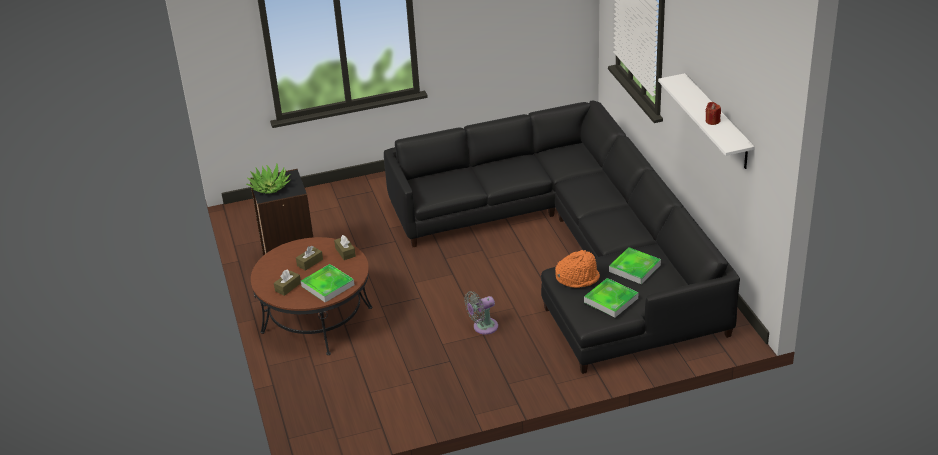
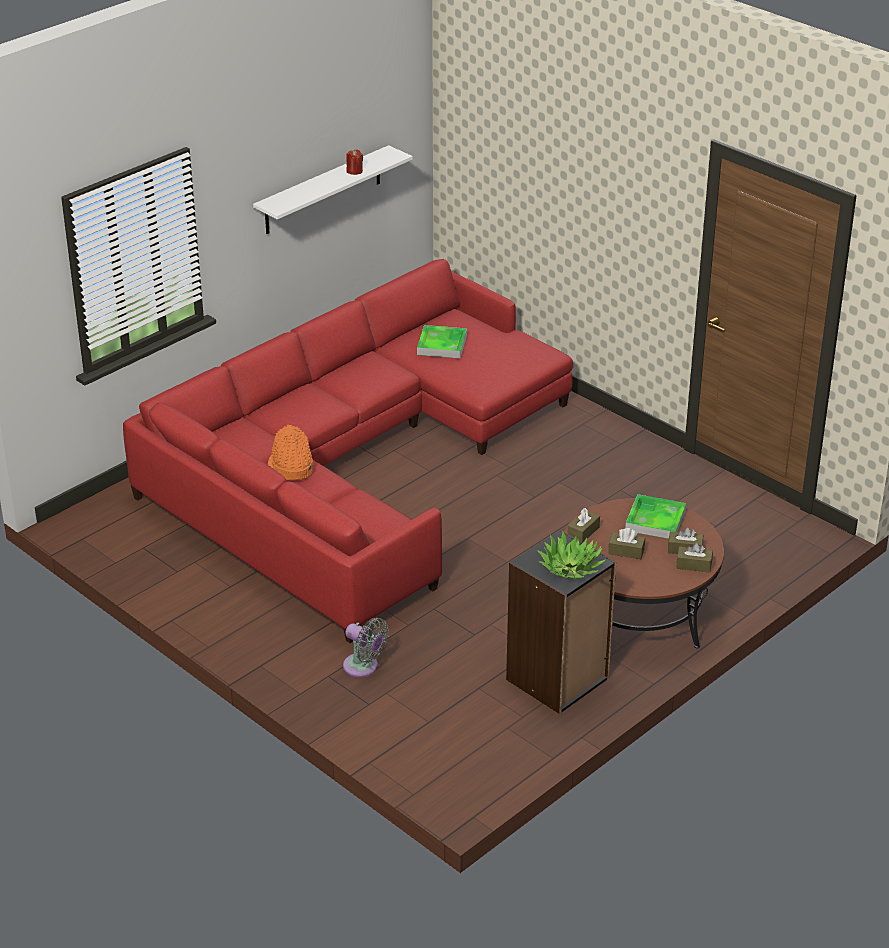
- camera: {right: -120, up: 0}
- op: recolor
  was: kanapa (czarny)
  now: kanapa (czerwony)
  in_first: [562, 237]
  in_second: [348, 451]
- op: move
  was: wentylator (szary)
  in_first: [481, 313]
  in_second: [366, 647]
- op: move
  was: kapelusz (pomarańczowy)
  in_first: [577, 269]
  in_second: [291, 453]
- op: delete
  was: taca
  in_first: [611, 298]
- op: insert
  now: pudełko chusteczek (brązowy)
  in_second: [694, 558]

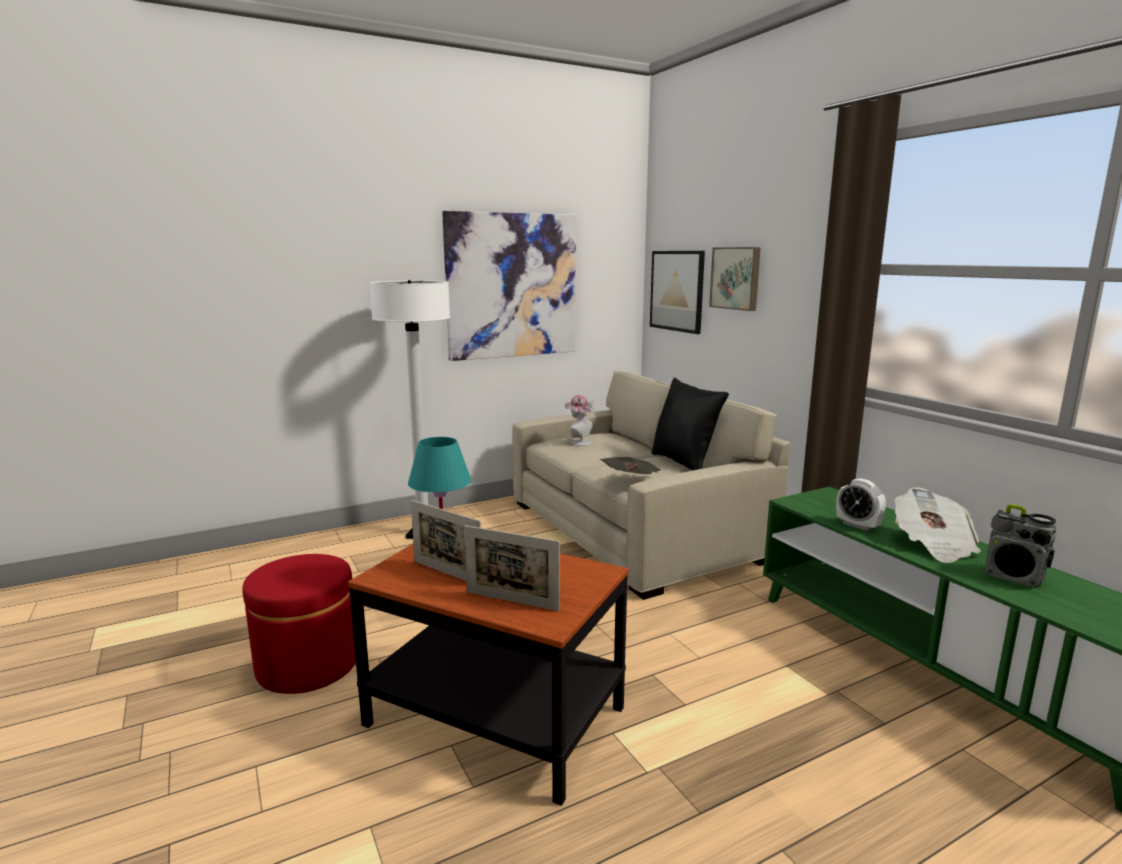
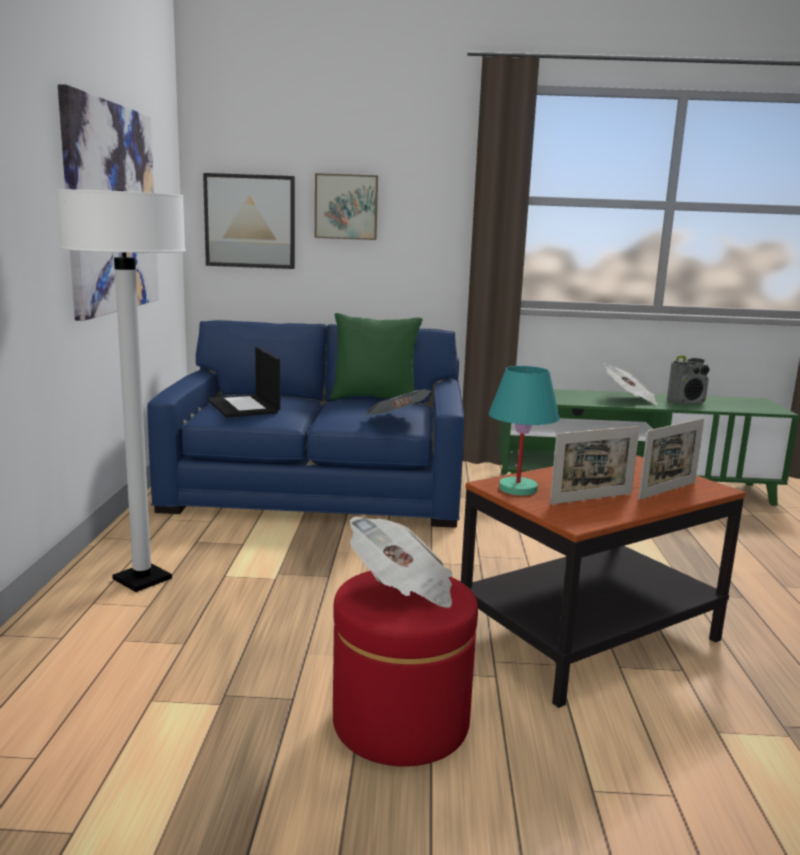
- camera: {right: -60, up: 0}
- op: recolor
  was: kanapa (beżowy)
  now: kanapa (niebieski)
  in_first: [651, 485]
  in_second: [305, 424]
- op: replace
  was: kapelusz
  now: laptop
  in_first: [579, 420]
  in_second: [243, 382]
- op: recolor
  was: poduszka (czarny)
  now: poduszka (zielony)
  in_first: [690, 424]
  in_second: [376, 358]
- op: delete
  was: budzik
  in_first: [861, 504]
- op: insert
  now: gazeta
  in_second: [401, 562]

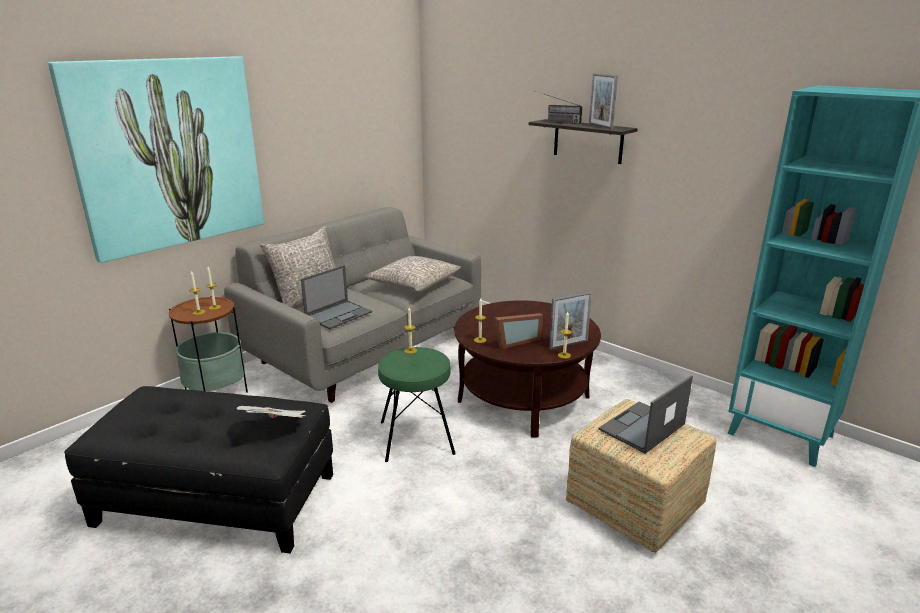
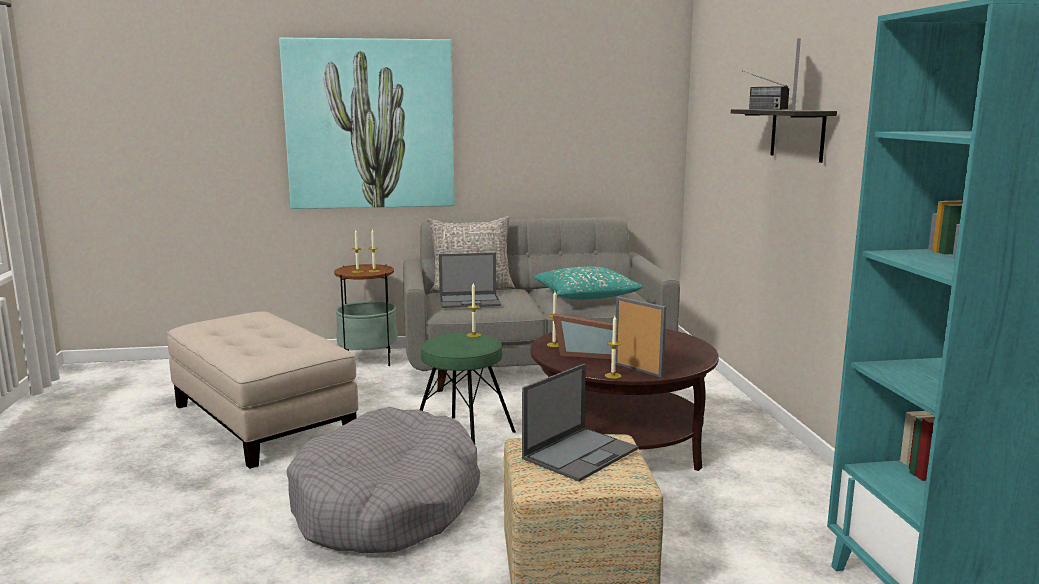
- camera: {right: 40, up: -10}
- op: recolor
  was: pufa (czarny)
  now: pufa (beżowy)
  in_first: [198, 469]
  in_second: [263, 390]
- op: delete
  was: gazeta
  in_first: [271, 412]
- op: recolor
  was: poduszka (szary)
  now: poduszka (turkusowy)
  in_first: [413, 274]
  in_second: [588, 283]
- op: rotate
  was: ramka na zdjęcie
  in_first: [570, 320]
  in_second: [641, 337]
  clockwise: -150
- op: rotate
  was: laptop
  in_first: [646, 414]
  in_second: [580, 423]
  clockwise: 135
- op: insert
  now: legowisko (szary)
  in_second: [383, 480]

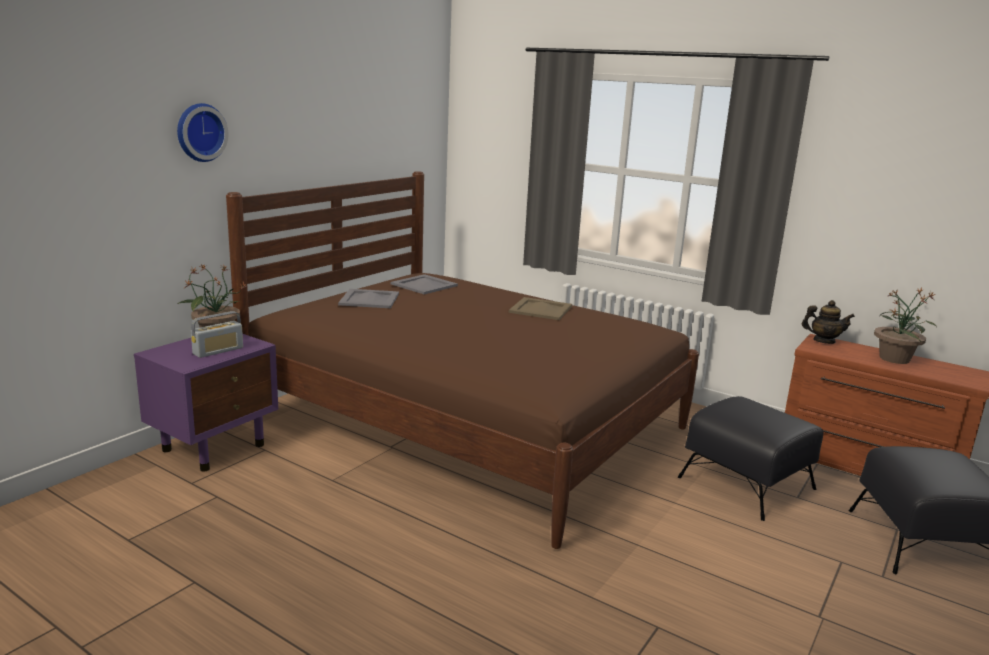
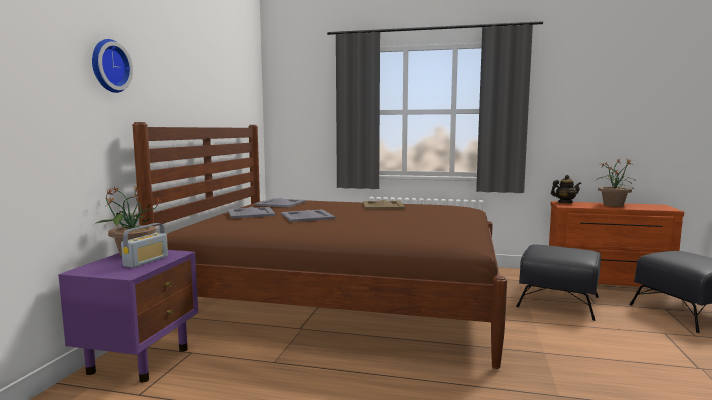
- camera: {right: -20, up: -10}
- op: insert
  now: taca (szary)
  in_second: [308, 216]

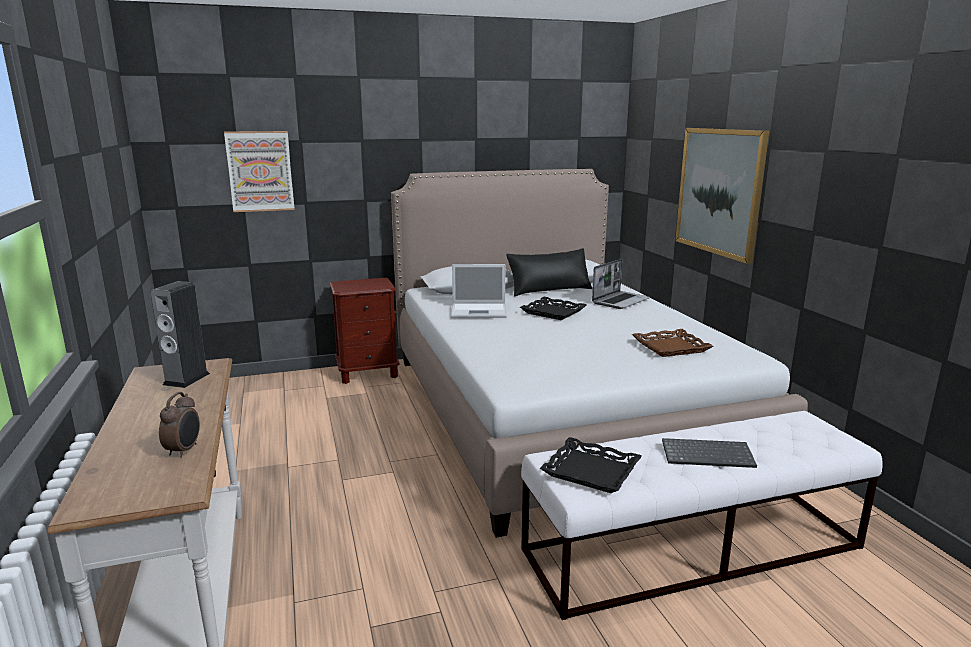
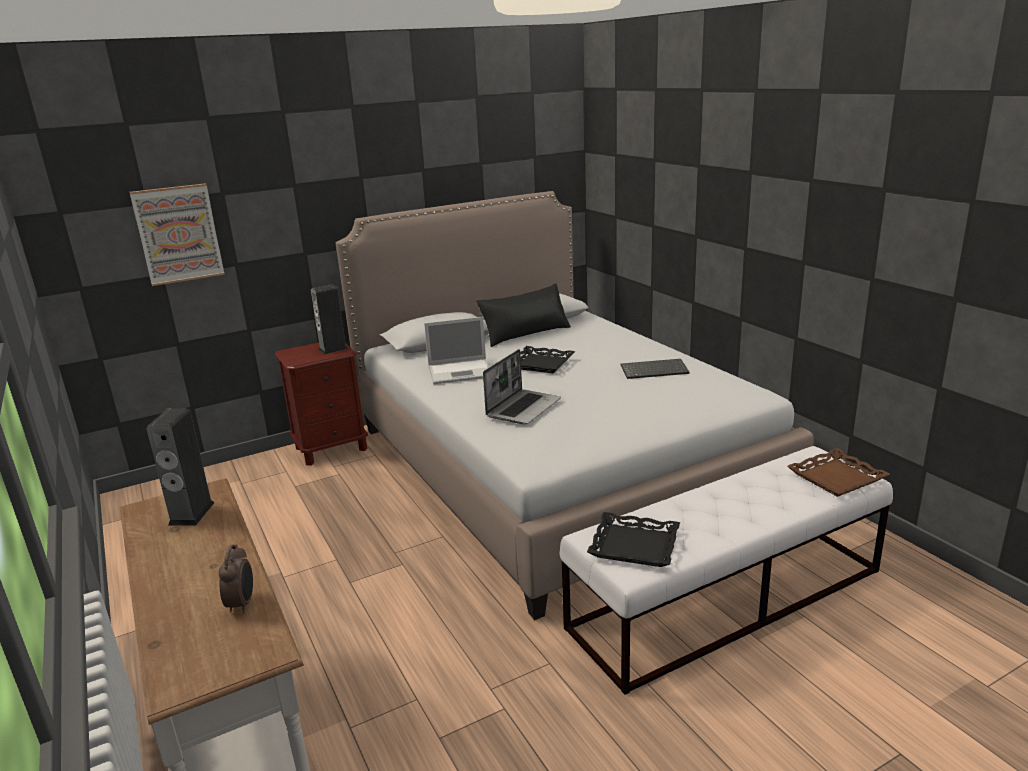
- camera: {right: -10, up: 5}
- op: move
  was: laptop
  in_first: [621, 284]
  in_second: [522, 386]
- op: move
  was: taca (brązowy)
  in_first: [672, 343]
  in_second: [838, 472]
- op: move
  was: klawiatura
  in_first: [709, 453]
  in_second: [655, 369]
- op: delete
  was: obraz
  in_first: [722, 196]
- op: insert
  now: głośnik
  in_second: [329, 319]

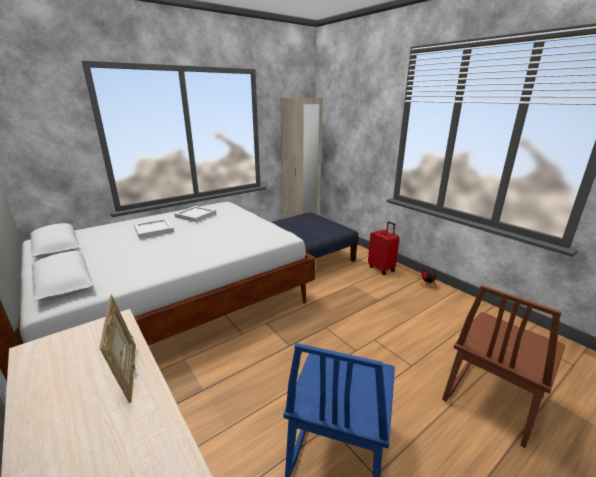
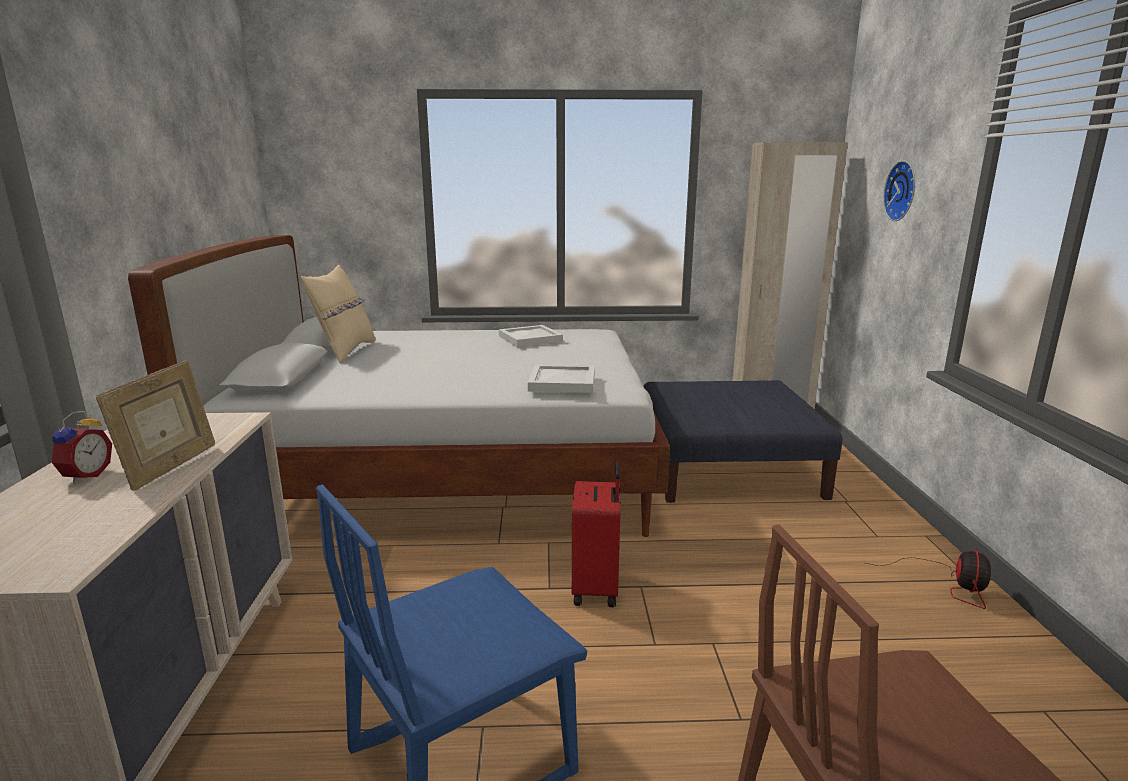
- camera: {right: 35, up: -5}
- op: move
  was: taca (biały)
  in_first: [154, 228]
  in_second: [561, 378]
- op: move
  was: walizka (czerwony)
  in_first: [384, 248]
  in_second: [596, 534]
- op: insert
  now: budzik
  in_second: [81, 447]
- op: insert
  now: poduszka (beżowy)
  in_second: [338, 314]
- op: insert
  now: zegar ścienny
  in_second: [899, 191]

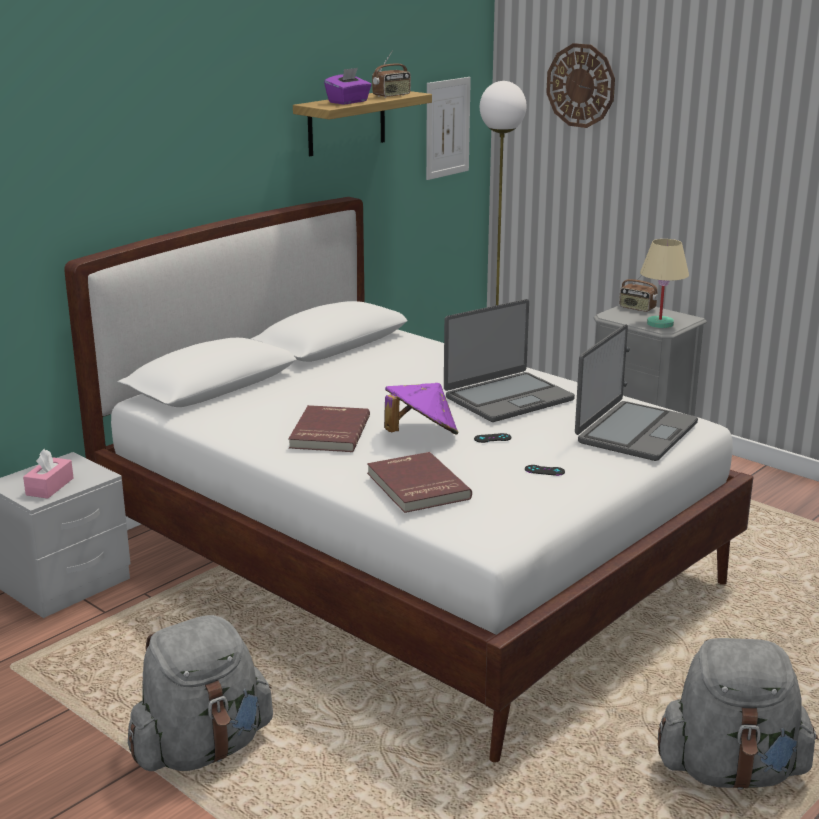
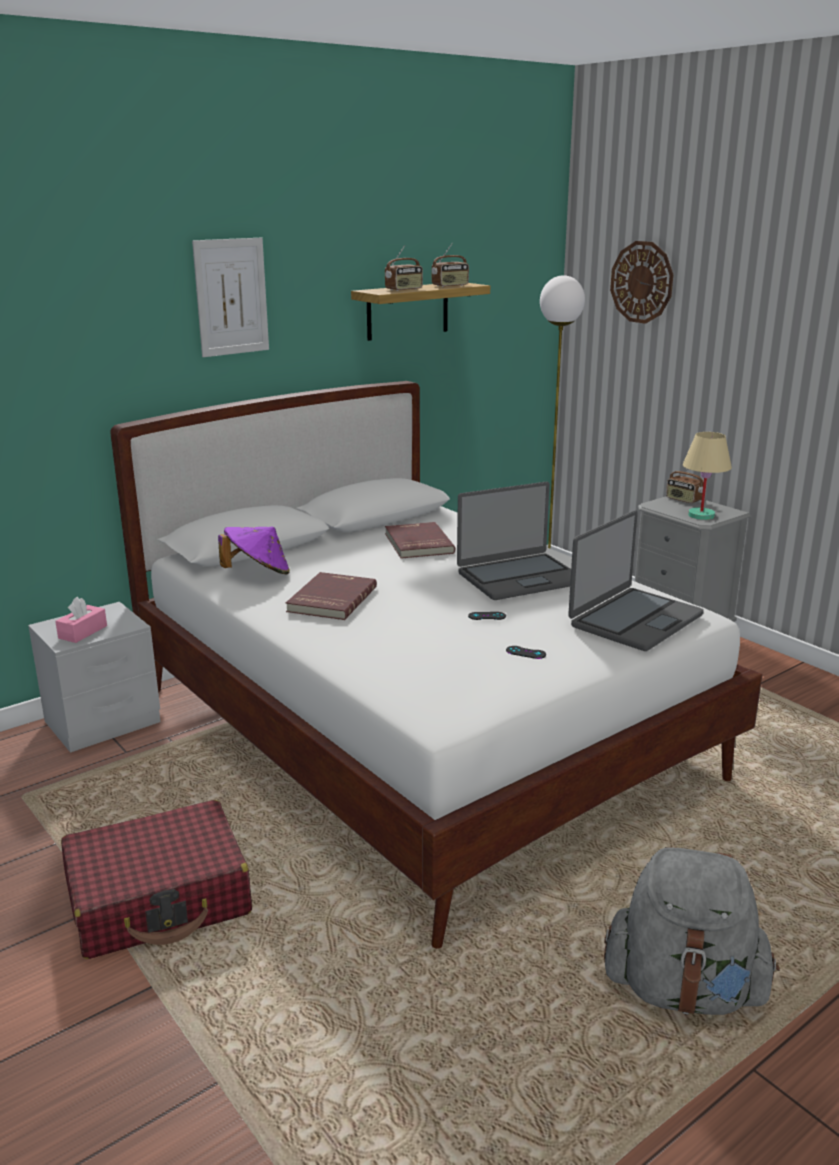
- camera: {right: 10, up: 0}
- op: replace
  was: plecak (szary)
  now: walizka (czerwony)
  in_first: [200, 693]
  in_second: [156, 879]
- op: replace
  was: pudełko chusteczek (fioletowy)
  now: radio
  in_first: [347, 86]
  in_second: [404, 268]
- op: move
  was: książka (czerwony)
  in_first: [419, 482]
  in_second: [420, 540]
- op: move
  was: kapelusz (fioletowy)
  in_first: [421, 409]
  in_second: [254, 550]
- op: move
  was: obraz
  in_first: [448, 128]
  in_second: [230, 297]

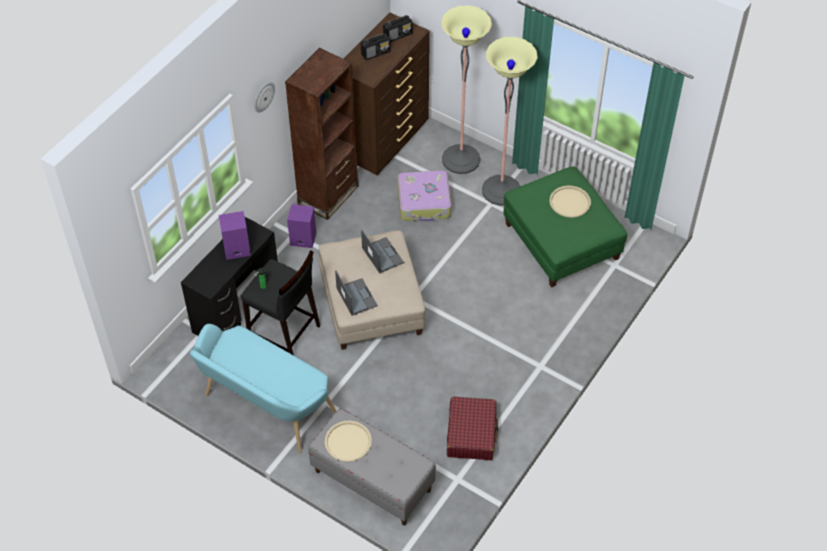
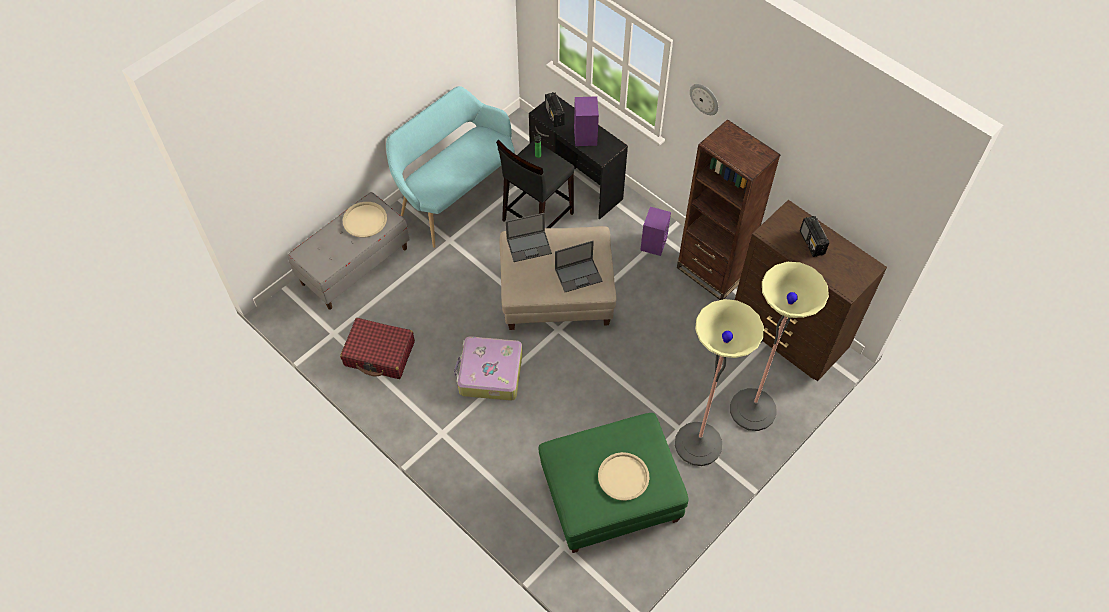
- camera: {right: 100, up: 5}
- op: move
  was: radio
  in_first: [397, 28]
  in_second: [555, 109]
- op: move
  was: walizka
  in_first: [424, 195]
  in_second: [488, 368]

